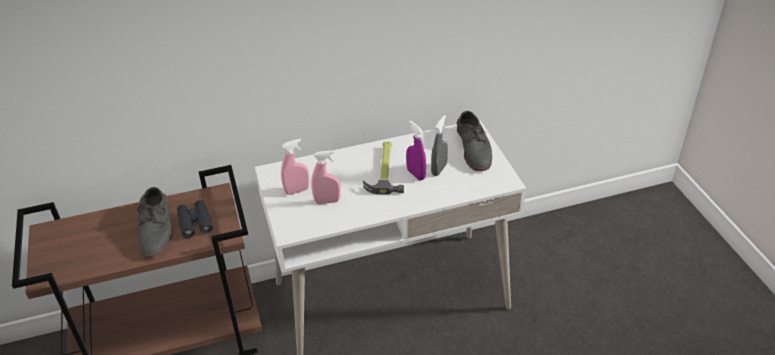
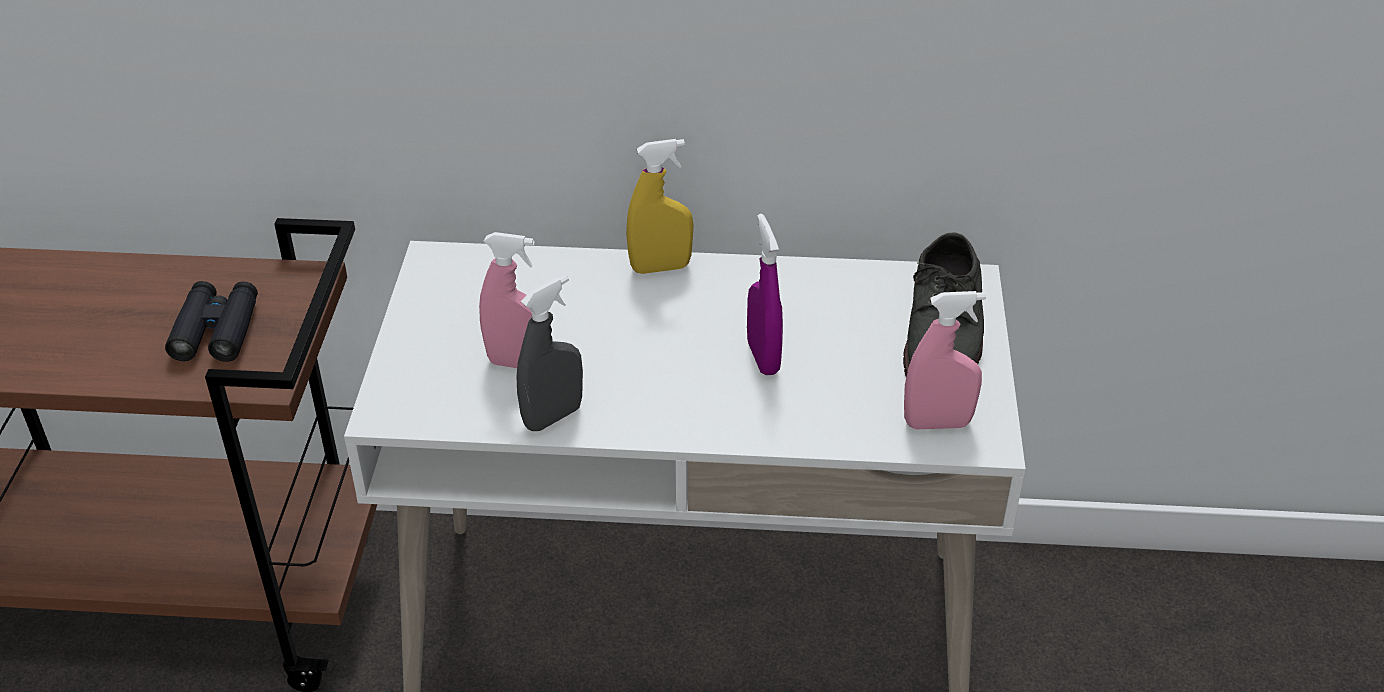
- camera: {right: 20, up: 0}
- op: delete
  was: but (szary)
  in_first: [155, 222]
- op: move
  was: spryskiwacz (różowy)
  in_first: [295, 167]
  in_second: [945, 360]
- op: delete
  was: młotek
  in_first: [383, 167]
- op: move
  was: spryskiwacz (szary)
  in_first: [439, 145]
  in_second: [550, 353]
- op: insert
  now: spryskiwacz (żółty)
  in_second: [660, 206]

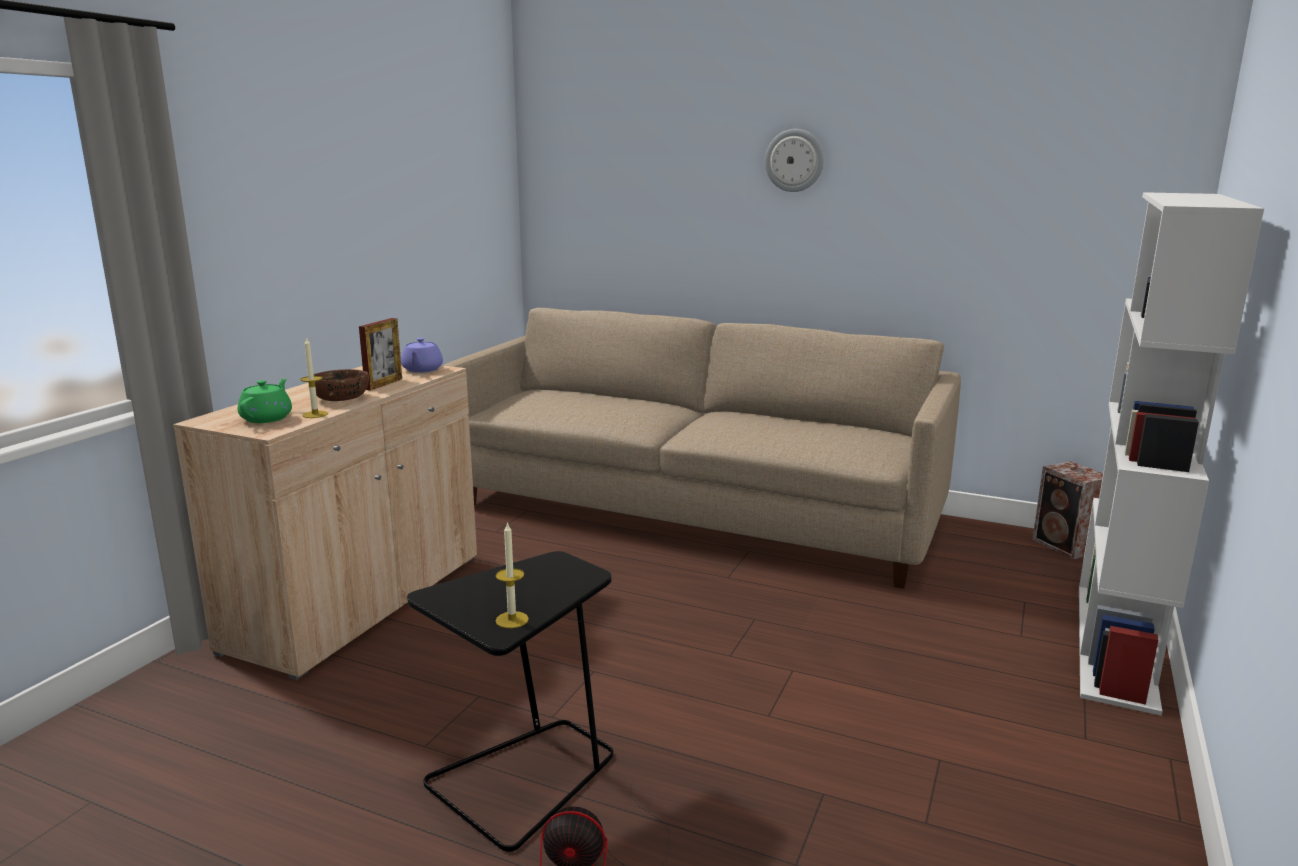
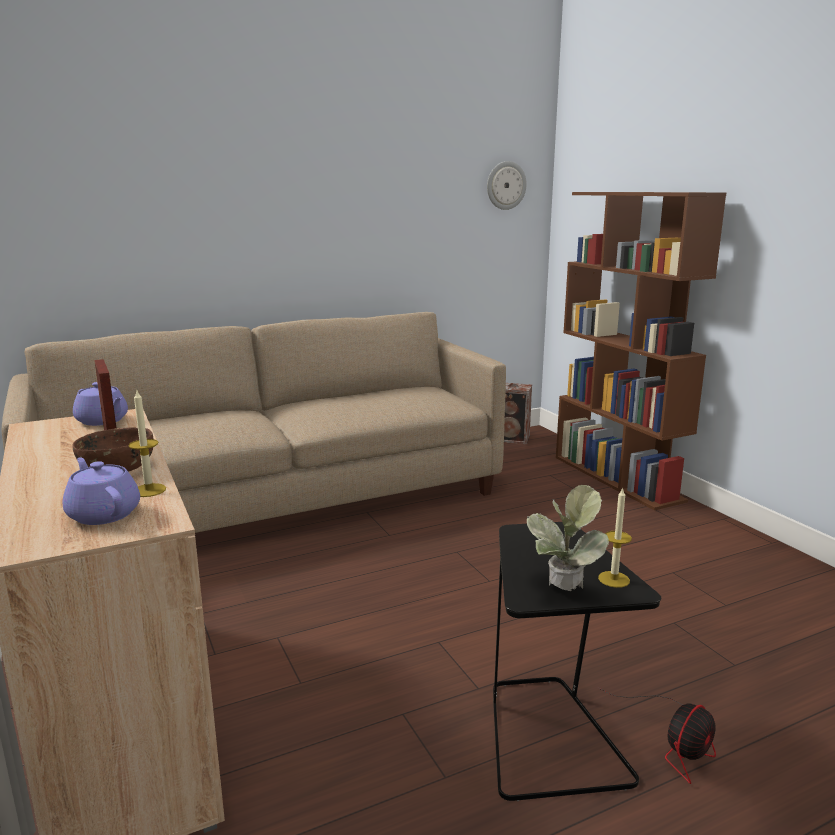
- camera: {right: -50, up: 0}
- op: recolor
  was: imbryk (zielony)
  now: imbryk (fioletowy)
  in_first: [265, 400]
  in_second: [101, 491]
- op: move
  was: zegar ścienny
  in_first: [794, 160]
  in_second: [507, 185]
- op: recolor
  was: regał (biały)
  now: regał (brązowy)
  in_first: [1171, 454]
  in_second: [641, 351]
- op: insert
  now: roślina doniczkowa
  in_second: [568, 538]

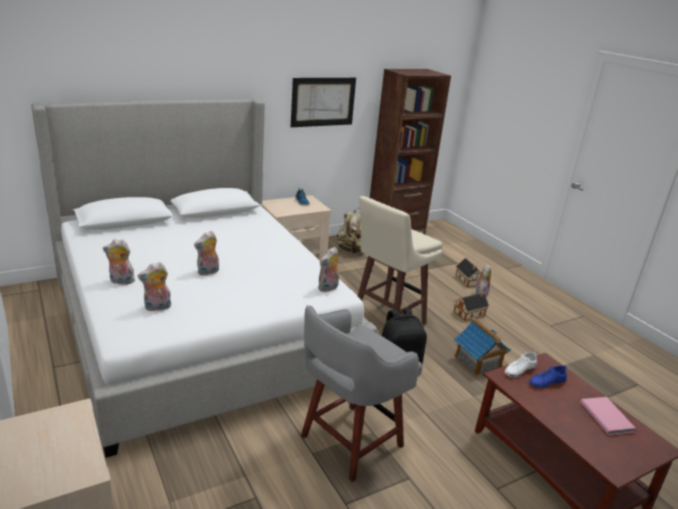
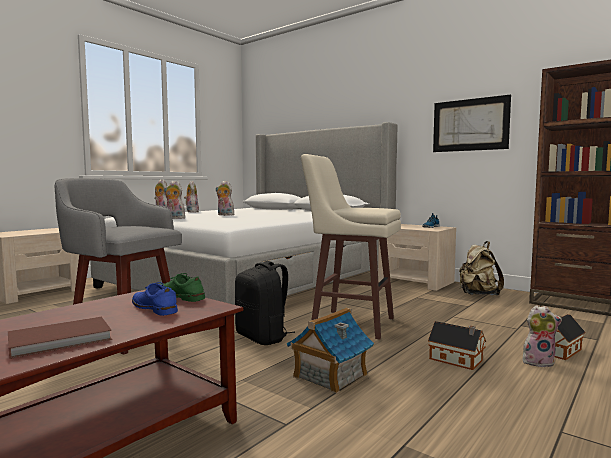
- camera: {right: 70, up: -20}
- op: move
  was: pluszak
  in_first: [328, 269]
  in_second: [174, 200]
- op: recolor
  was: but (biały)
  now: but (zielony)
  in_first: [521, 364]
  in_second: [182, 287]
- op: recolor
  was: książka (różowy)
  now: książka (brązowy)
  in_first: [607, 416]
  in_second: [60, 338]

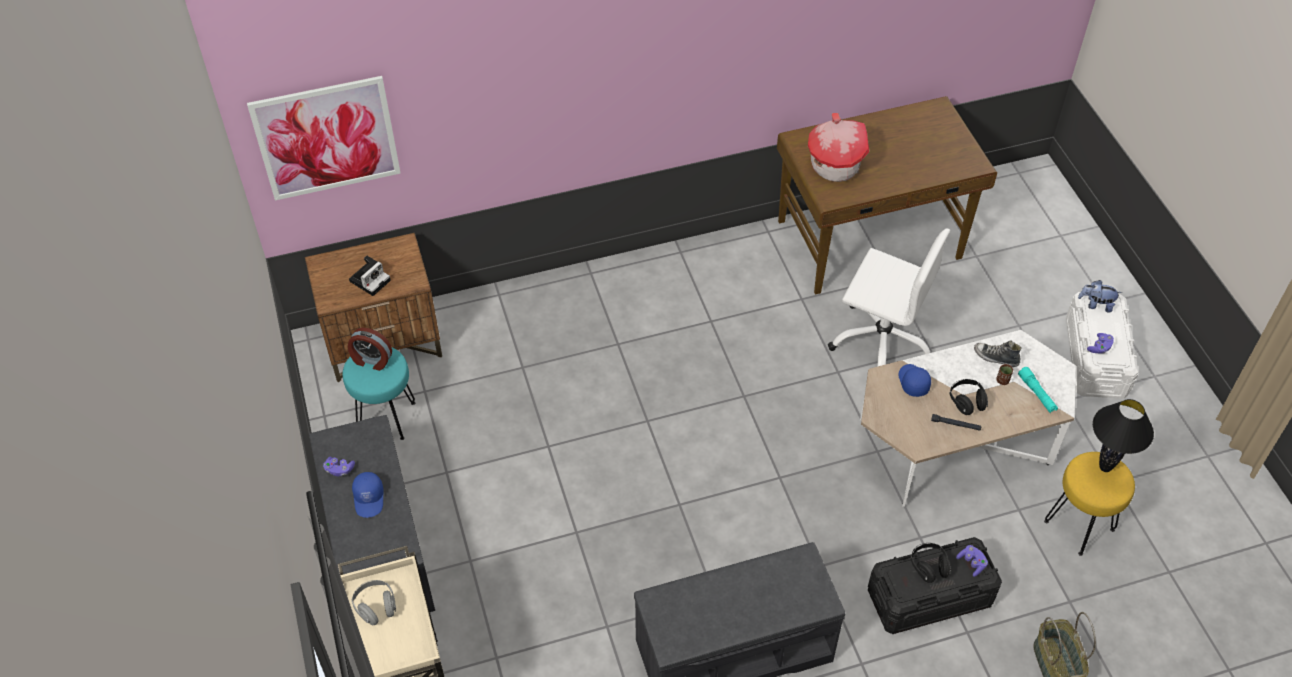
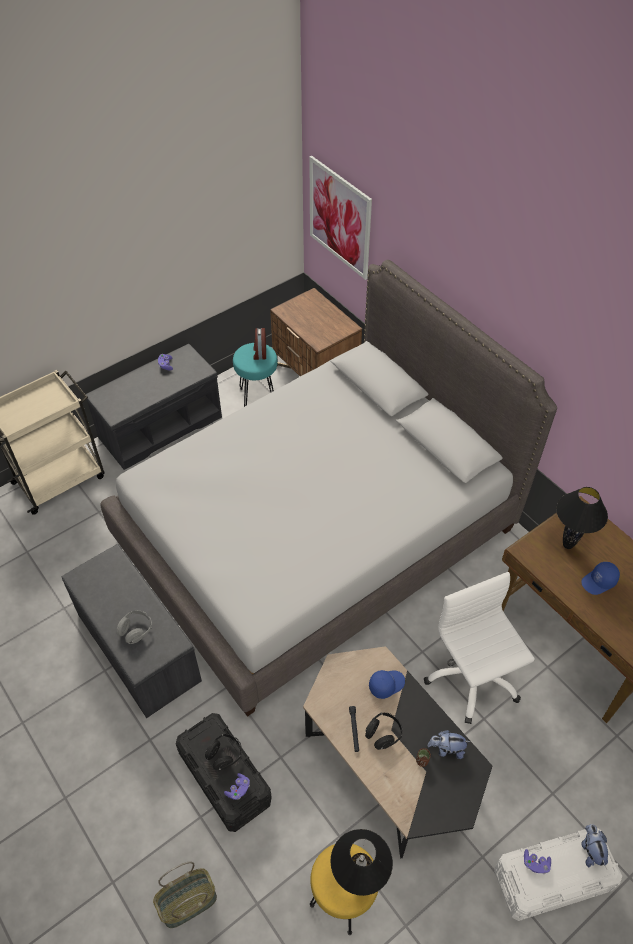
- camera: {right: 70, up: 0}
- op: delete
  was: aparat fotograficzny
  in_first: [370, 276]
- op: move
  was: słuchawki (szary)
  in_first: [373, 602]
  in_second: [134, 627]
- op: move
  was: czapka z daszkiem (niebieski)
  in_first: [368, 495]
  in_second: [600, 578]
- op: replace
  was: domek
  now: lampa stołowa (czarny)
  in_first: [839, 147]
  in_second: [582, 518]
- op: rotate
  was: krzesło biurowe (biały)
  in_first: [889, 297]
  in_second: [479, 648]
  clockwise: 150
- op: recolor
  was: ława (biały)
  now: ława (czarny)
  in_first: [968, 418]
  in_second: [397, 752]
- op: replace
  was: but
  now: pluszak
  in_first: [998, 353]
  in_second: [449, 744]
- op: delete
  was: latarka (turkusowy)
  in_first: [1038, 390]
- op: insert
  now: łóżko (szary)
  in_second: [328, 488]

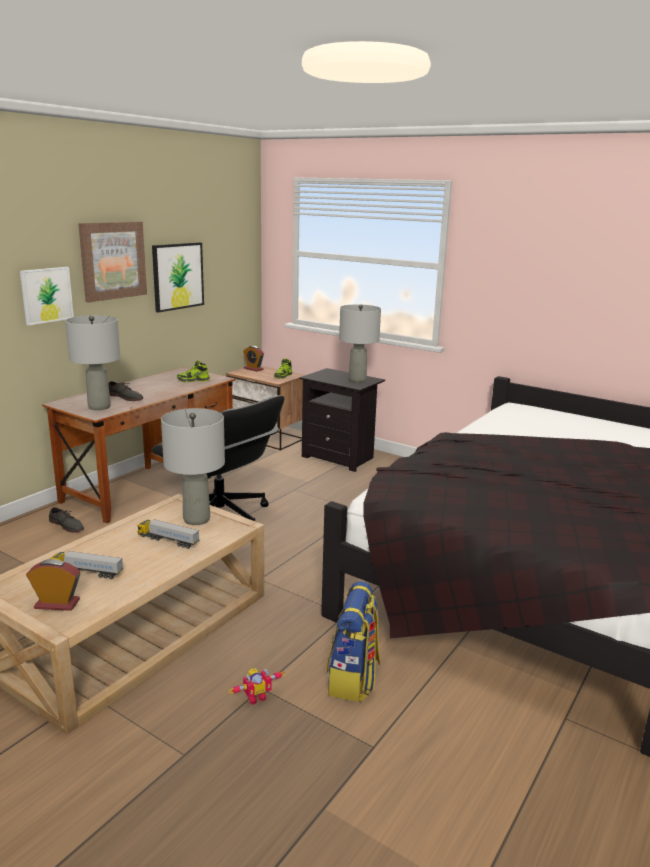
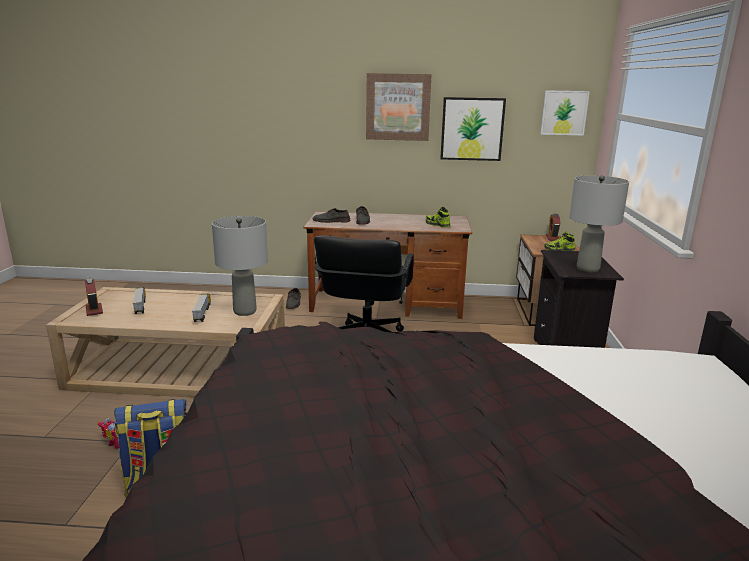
- camera: {right: 60, up: 0}
- op: move
  was: obraz
  in_first: [47, 296]
  in_second: [565, 113]
- op: replace
  was: lampa stołowa (szary)
  now: but (szary)
  in_first: [93, 362]
  in_second: [331, 215]

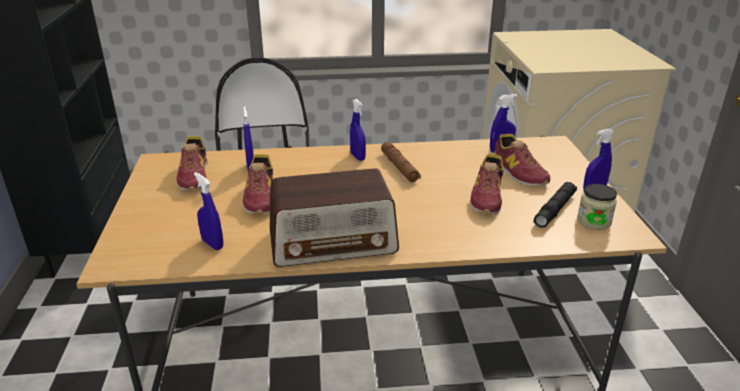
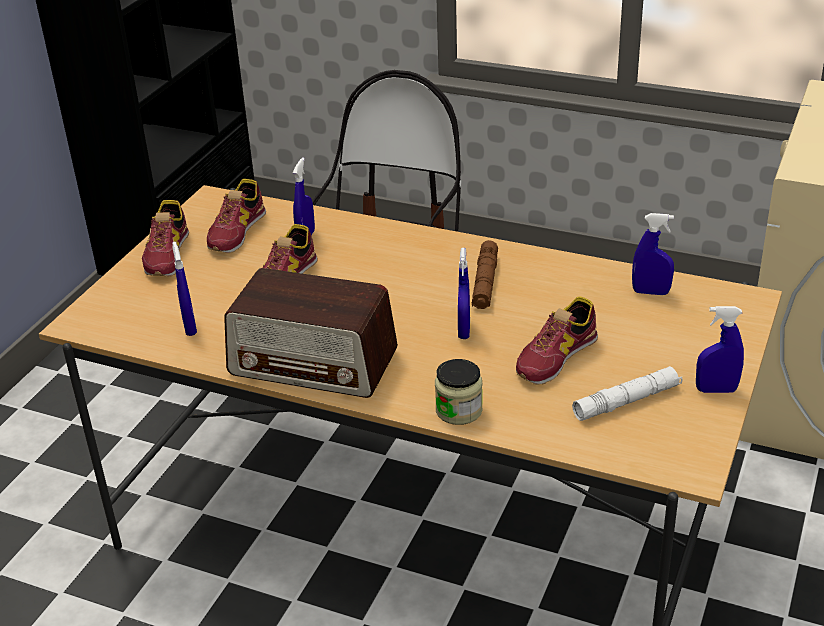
- camera: {right: 30, up: 5}
- op: move
  was: spryskiwacz (niebieski)
  in_first: [358, 130]
  in_second: [464, 293]
- op: move
  was: but
  in_first: [522, 160]
  in_second: [165, 238]
- op: recolor
  was: latarka (czarny)
  now: latarka (biały)
  in_first: [555, 205]
  in_second: [627, 393]
- op: move
  was: słoik
  in_first: [597, 207]
  in_second: [459, 392]

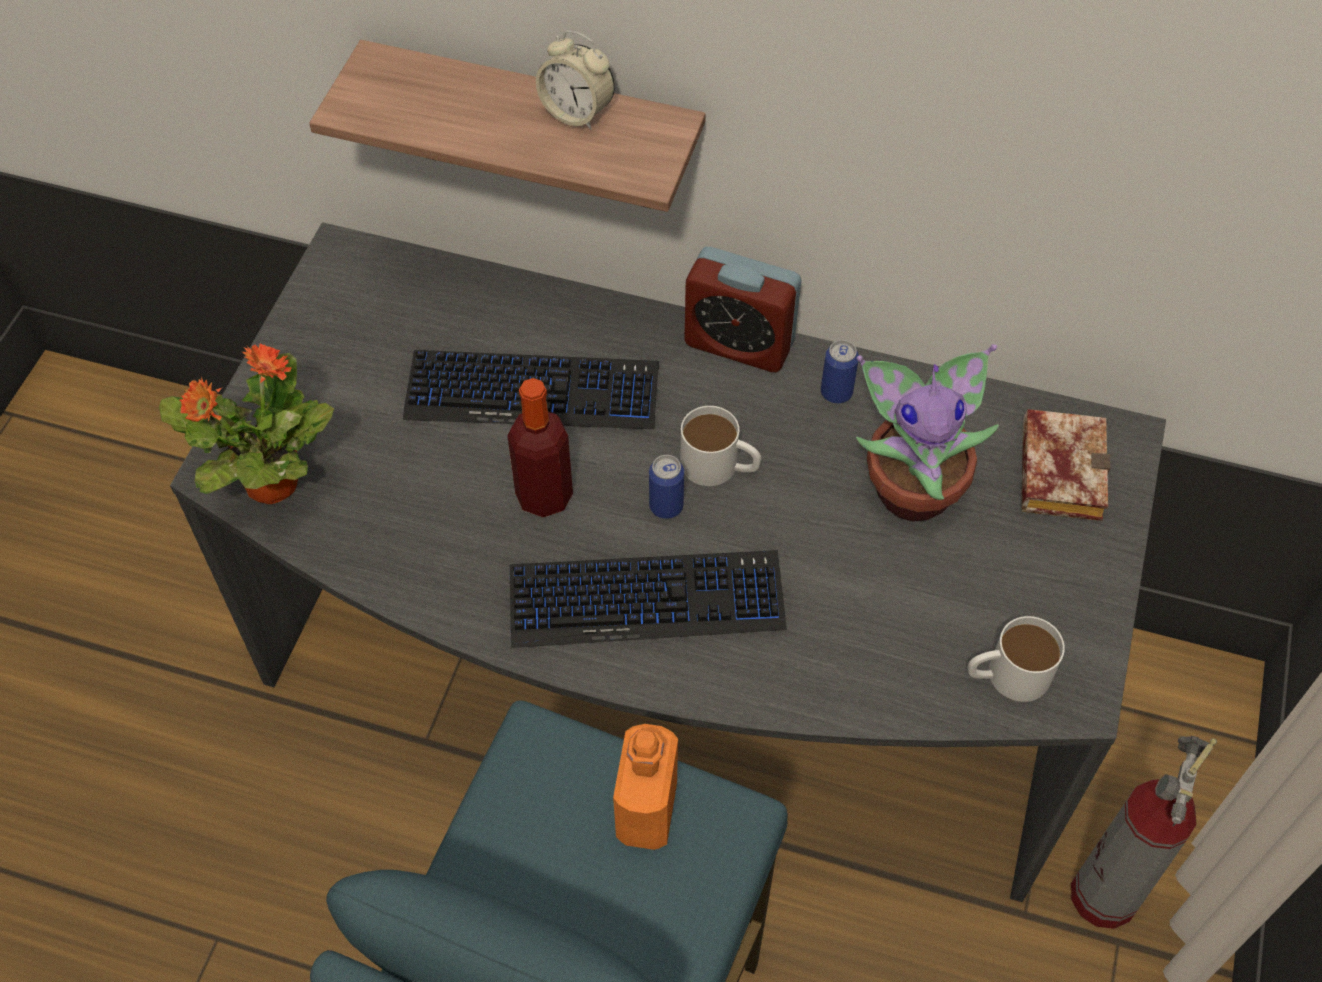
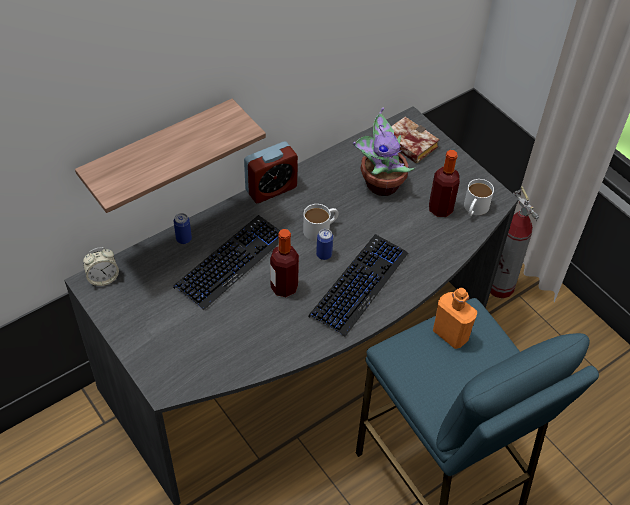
- camera: {right: -55, up: -5}
- op: delete
  was: roślina doniczkowa
  in_first: [246, 424]
- op: move
  was: budzik
  in_first: [575, 80]
  in_second: [101, 266]
- op: move
  was: puszka
  in_first: [840, 372]
  in_second: [183, 228]
- op: insert
  now: butelka
  in_second: [444, 183]

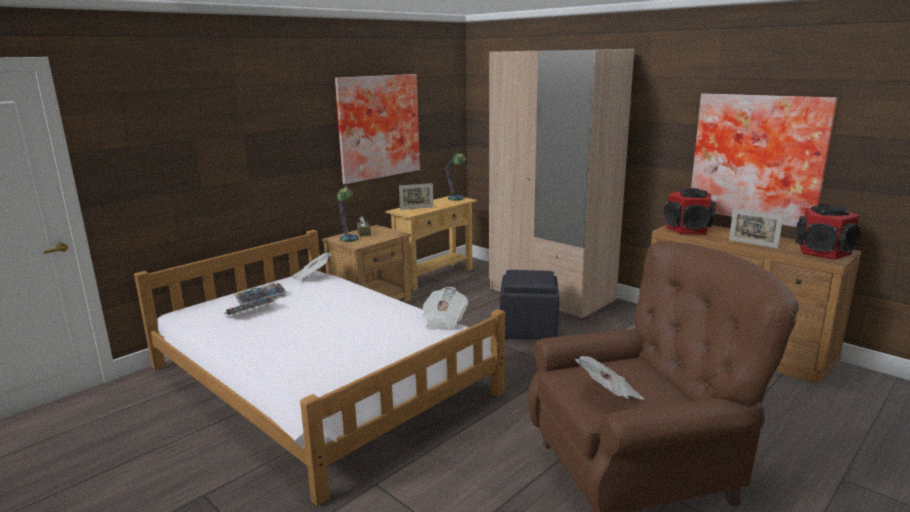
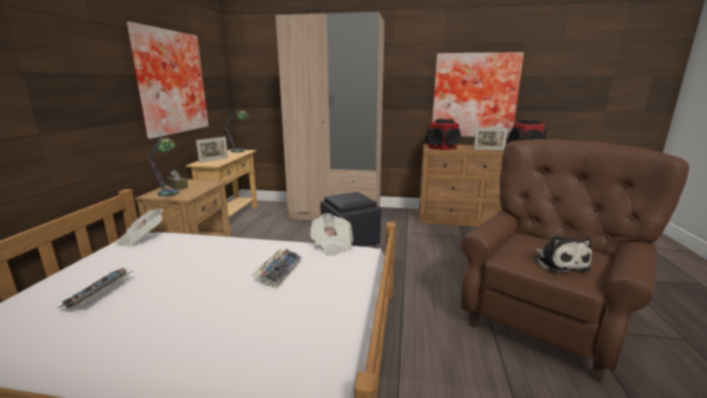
- camera: {right: -35, up: 0}
- op: move
  was: klawiatura
  in_first: [260, 294]
  in_second: [277, 268]
- op: replace
  was: gazeta
  now: pluszak
  in_first: [609, 378]
  in_second: [563, 254]

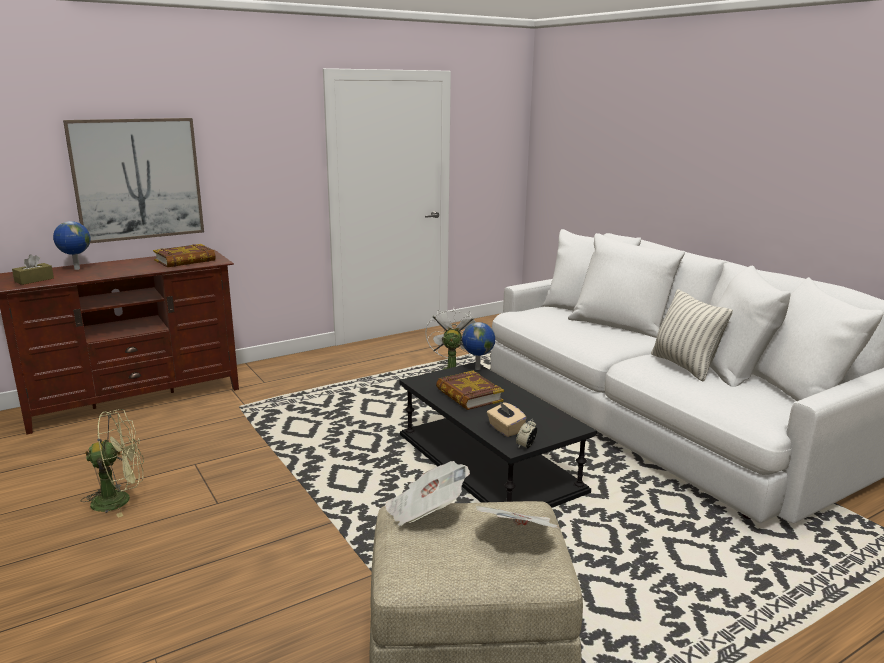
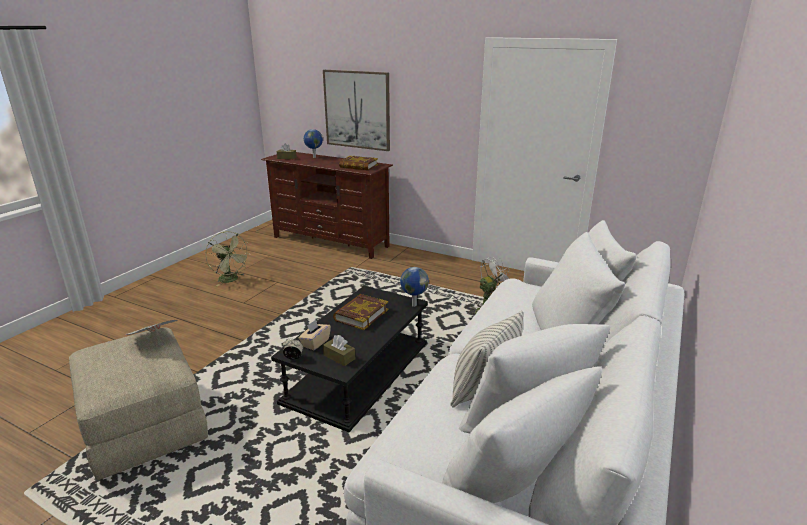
- camera: {right: 60, up: 5}
- op: delete
  was: gazeta
  in_first: [518, 517]
- op: insert
  now: pudełko chusteczek (brązowy)
  in_second: [339, 350]

